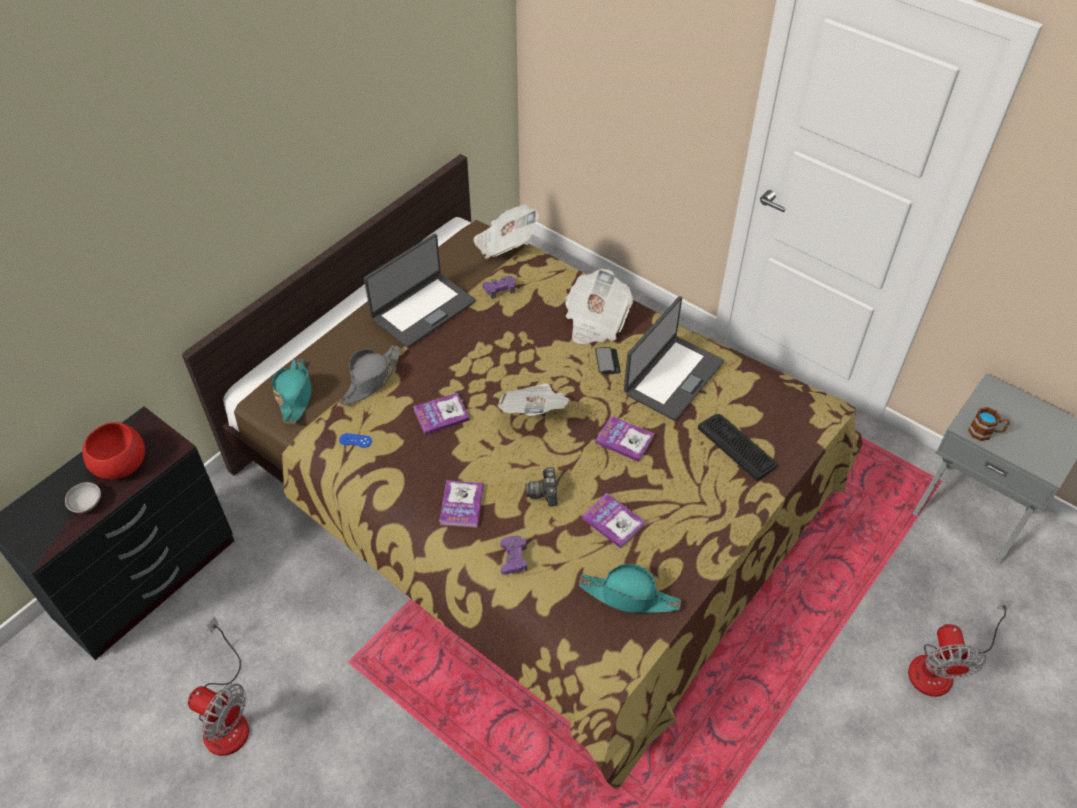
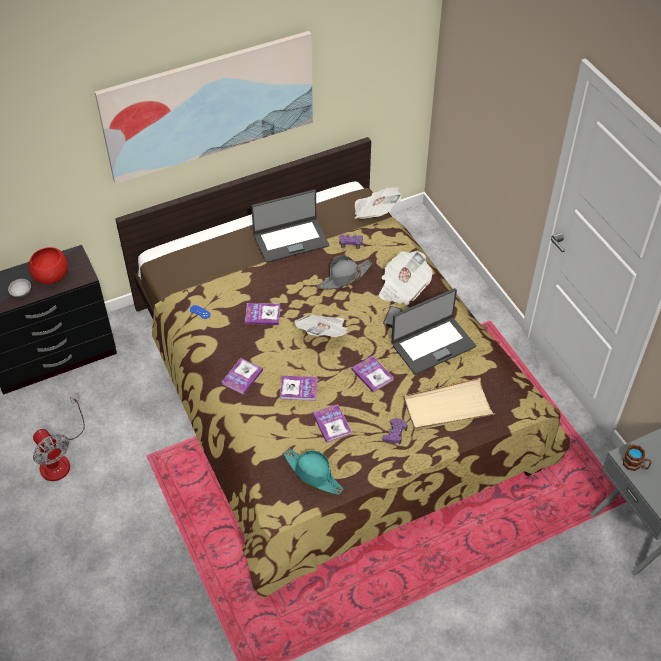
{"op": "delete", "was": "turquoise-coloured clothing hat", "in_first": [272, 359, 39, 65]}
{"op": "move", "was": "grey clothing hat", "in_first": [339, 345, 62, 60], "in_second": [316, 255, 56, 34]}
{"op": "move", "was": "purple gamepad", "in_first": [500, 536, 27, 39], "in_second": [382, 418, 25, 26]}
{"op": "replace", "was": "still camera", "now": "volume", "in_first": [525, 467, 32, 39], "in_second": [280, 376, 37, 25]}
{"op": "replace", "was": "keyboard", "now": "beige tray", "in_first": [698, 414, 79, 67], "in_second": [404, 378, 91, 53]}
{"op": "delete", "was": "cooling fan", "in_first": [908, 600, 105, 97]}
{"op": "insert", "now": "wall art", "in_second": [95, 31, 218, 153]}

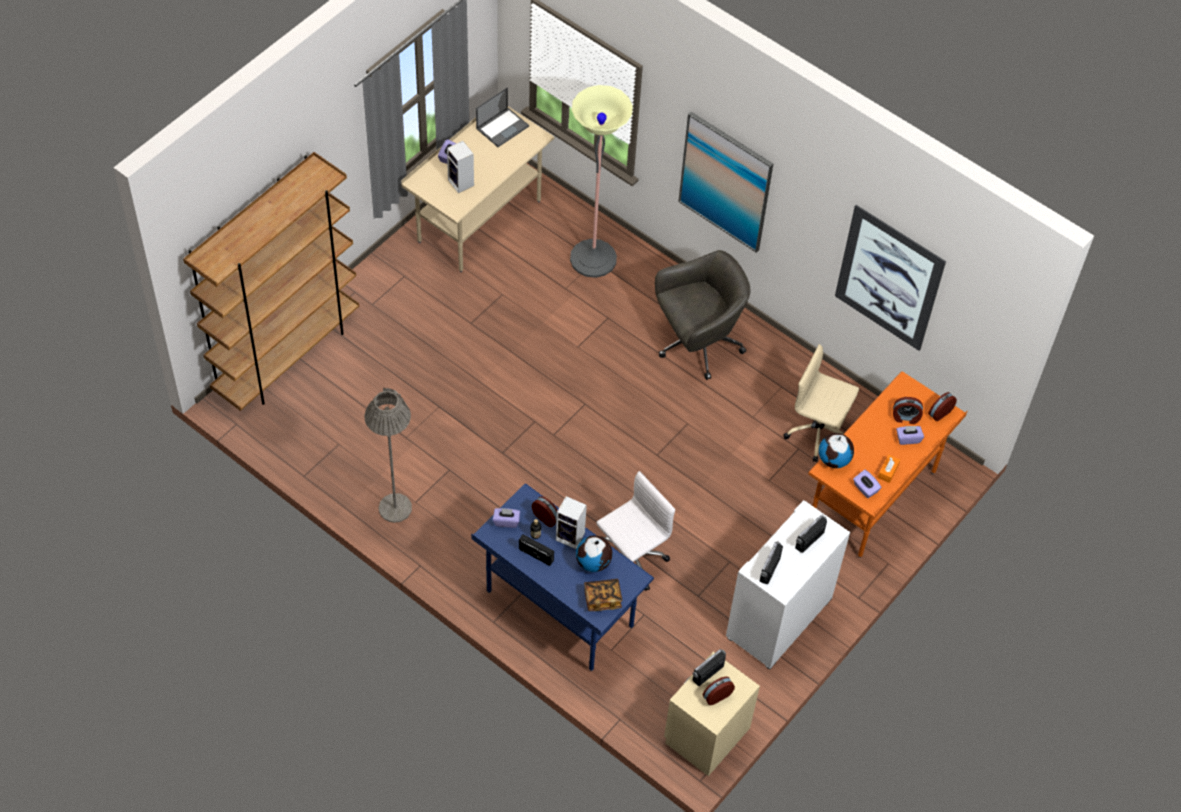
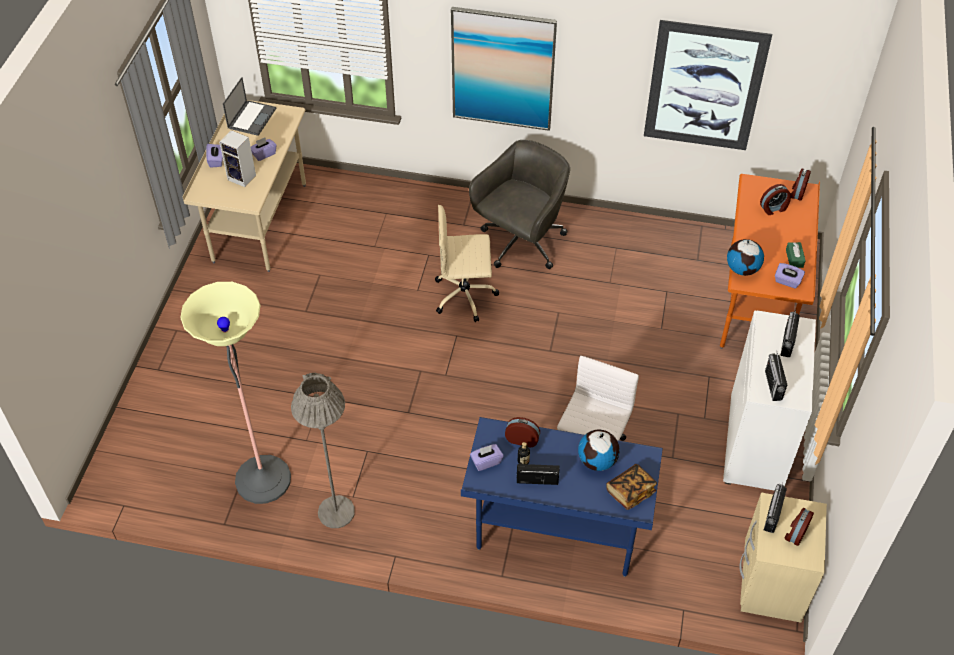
{"op": "delete", "was": "brown bookcase", "in_first": [183, 152, 176, 259]}
{"op": "delete", "was": "speaker", "in_first": [556, 496, 31, 53]}
{"op": "move", "was": "standard lamp", "in_first": [570, 85, 63, 193], "in_second": [180, 282, 111, 222]}
{"op": "move", "was": "beige office chair", "in_first": [783, 344, 76, 118], "in_second": [435, 205, 64, 117]}
{"op": "recolor", "was": "orange tissue holder", "now": "greenish tissue holder", "in_first": [878, 455, 22, 28], "in_second": [786, 242, 20, 26]}
{"op": "move", "was": "purple tissue holder", "in_first": [896, 426, 28, 19], "in_second": [251, 138, 26, 23]}

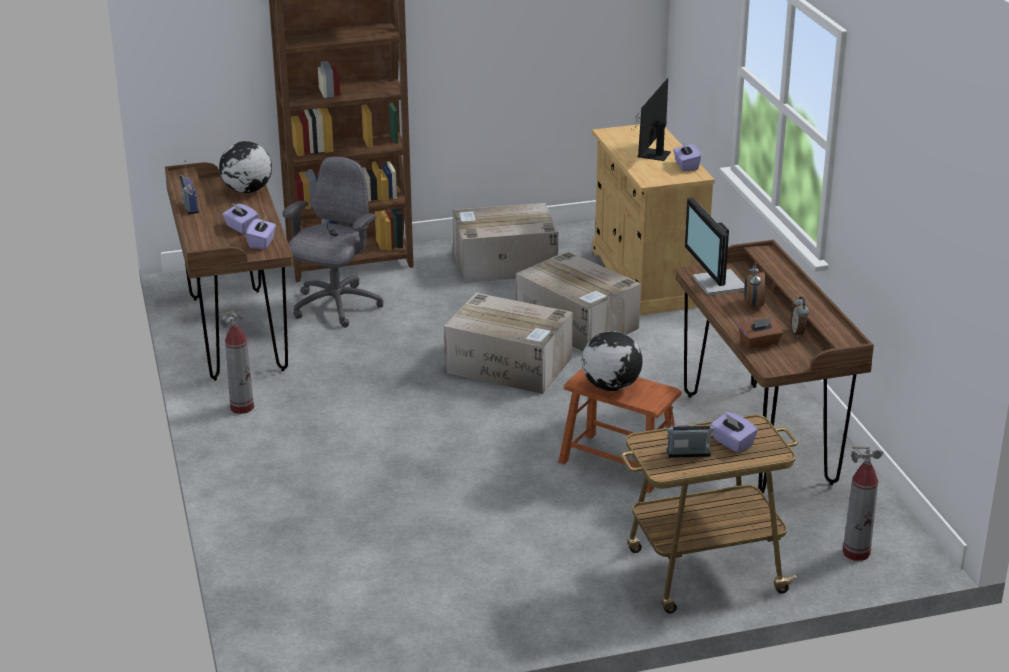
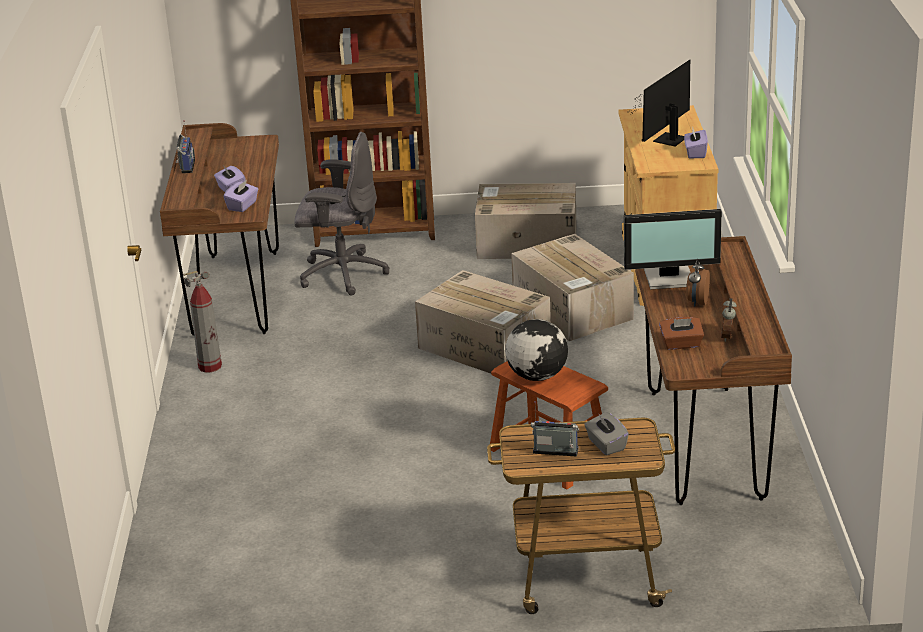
{"op": "delete", "was": "world globe", "in_first": [219, 141, 53, 52]}
{"op": "rotate", "was": "grey office chair", "in_first": [283, 157, 101, 170], "in_second": [294, 132, 96, 163], "clockwise": 60}
{"op": "rotate", "was": "monitor", "in_first": [685, 198, 60, 98], "in_second": [624, 209, 98, 80], "clockwise": -90}
{"op": "recolor", "was": "purple tissue holder", "now": "grey tissue holder", "in_first": [710, 412, 48, 41], "in_second": [584, 412, 45, 43]}
{"op": "delete", "was": "fire-fighting cylinder", "in_first": [843, 446, 41, 115]}

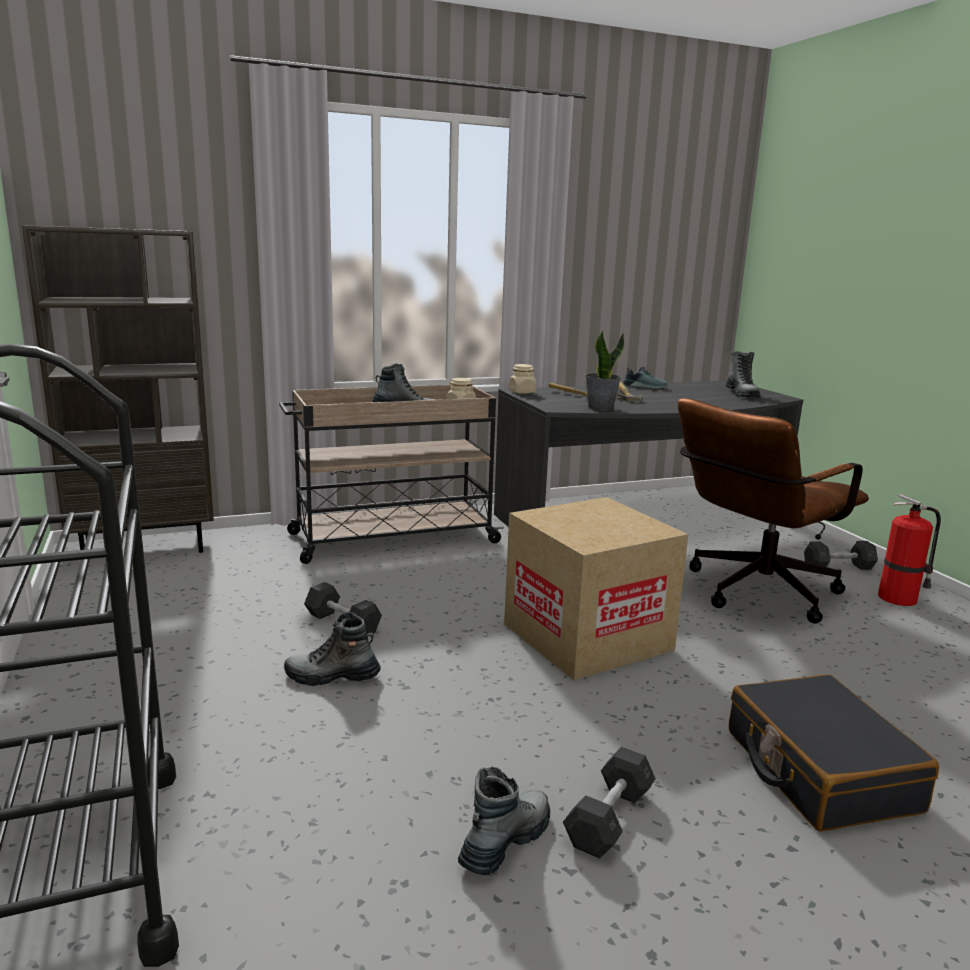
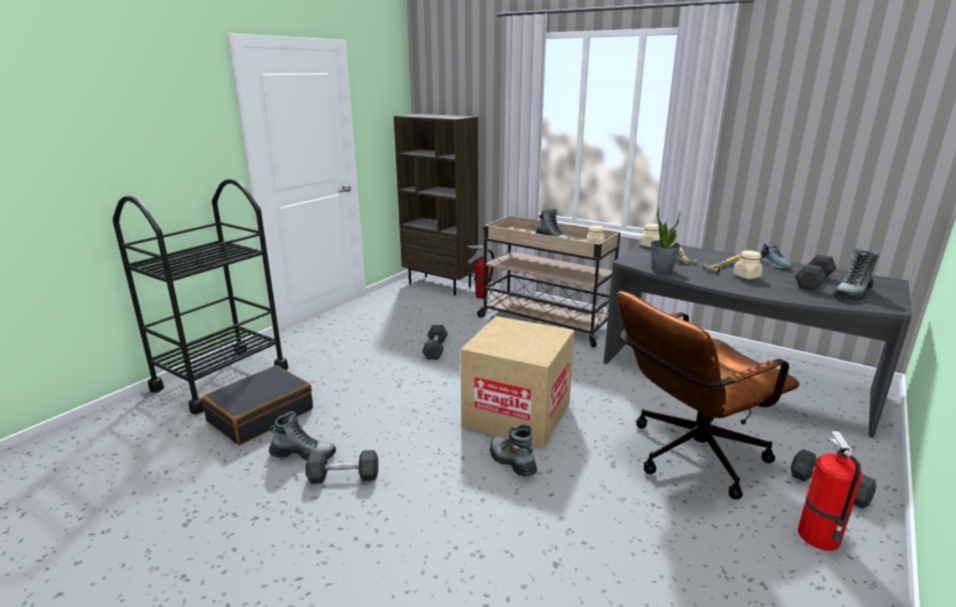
{"op": "move", "was": "boot", "in_first": [284, 612, 97, 74], "in_second": [490, 424, 47, 53]}
{"op": "rotate", "was": "brown office chair", "in_first": [678, 398, 191, 226], "in_second": [617, 291, 182, 209], "clockwise": -45}
{"op": "move", "was": "black travel case", "in_first": [729, 674, 210, 157], "in_second": [202, 365, 111, 80]}
{"op": "insert", "now": "fire-fighting cylinder", "in_second": [467, 245, 27, 54]}
{"op": "insert", "now": "beige preserve jar", "in_second": [733, 250, 29, 29]}
{"op": "insert", "now": "grey dumbbell", "in_second": [795, 254, 41, 37]}

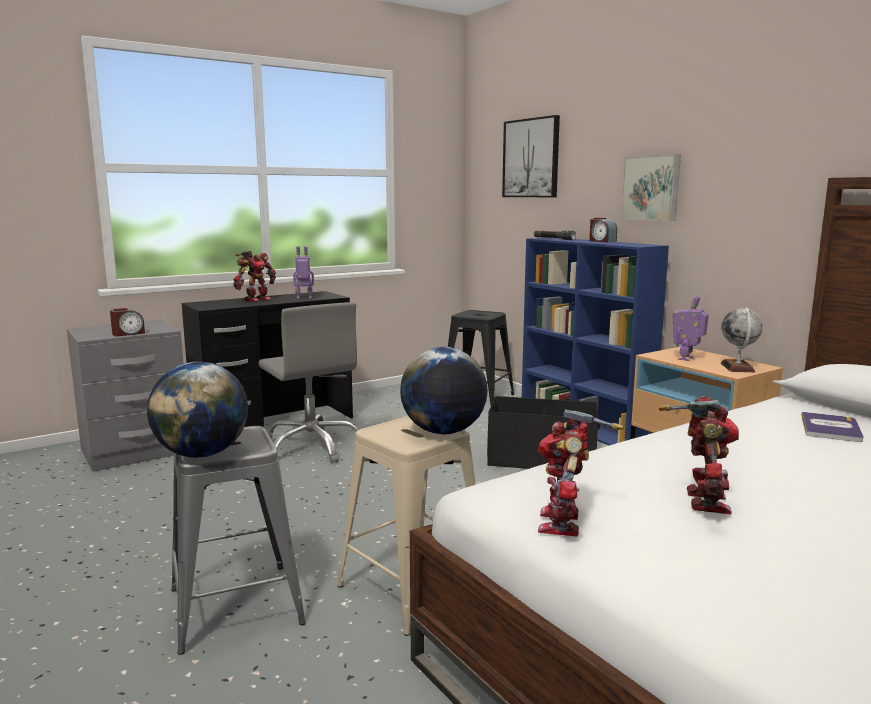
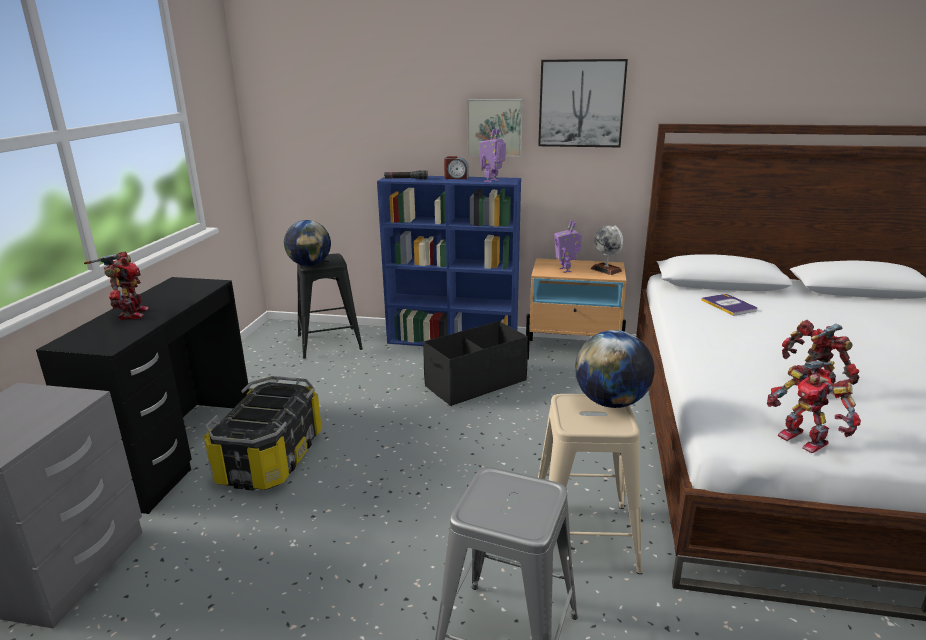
{"op": "delete", "was": "bedside clock", "in_first": [110, 308, 35, 28]}
{"op": "move", "was": "world globe", "in_first": [147, 361, 101, 97], "in_second": [284, 220, 47, 46]}
{"op": "replace", "was": "grey office chair", "now": "storage container", "in_first": [259, 302, 99, 161], "in_second": [204, 376, 118, 115]}
{"op": "move", "was": "robot figure", "in_first": [293, 246, 21, 53], "in_second": [479, 128, 27, 54]}
{"op": "move", "was": "wall art", "in_first": [502, 115, 58, 82], "in_second": [538, 59, 90, 88]}

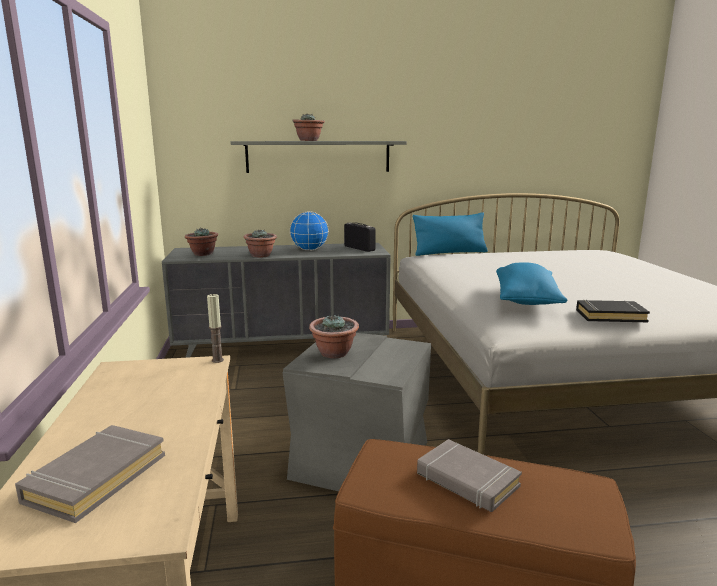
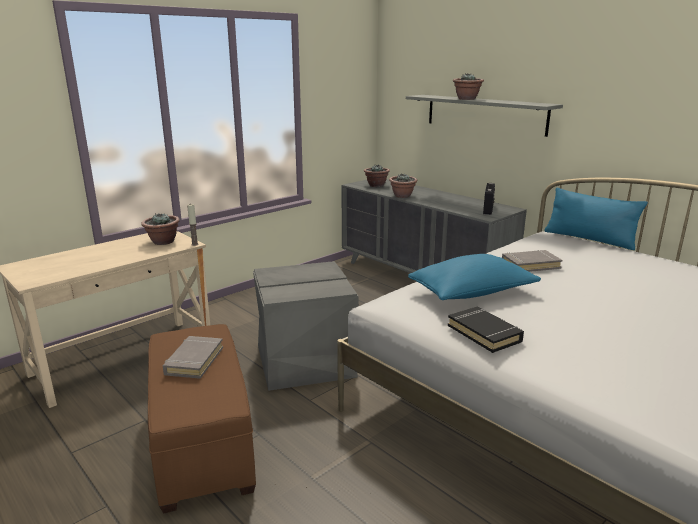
{"op": "move", "was": "grey volume", "in_first": [15, 425, 150, 98], "in_second": [502, 250, 60, 22]}
{"op": "delete", "was": "world globe", "in_first": [290, 212, 39, 39]}
{"op": "move", "was": "houseplant", "in_first": [309, 315, 50, 43], "in_second": [141, 213, 39, 32]}

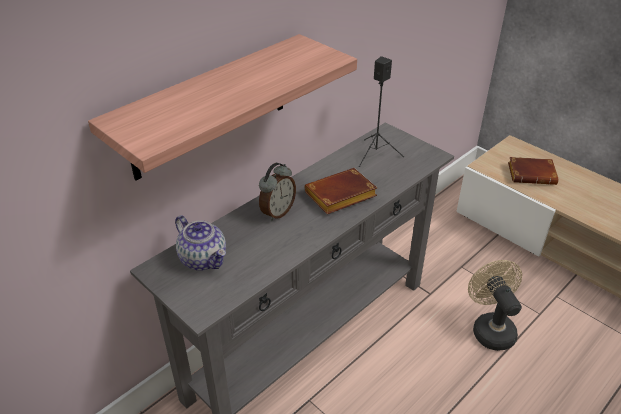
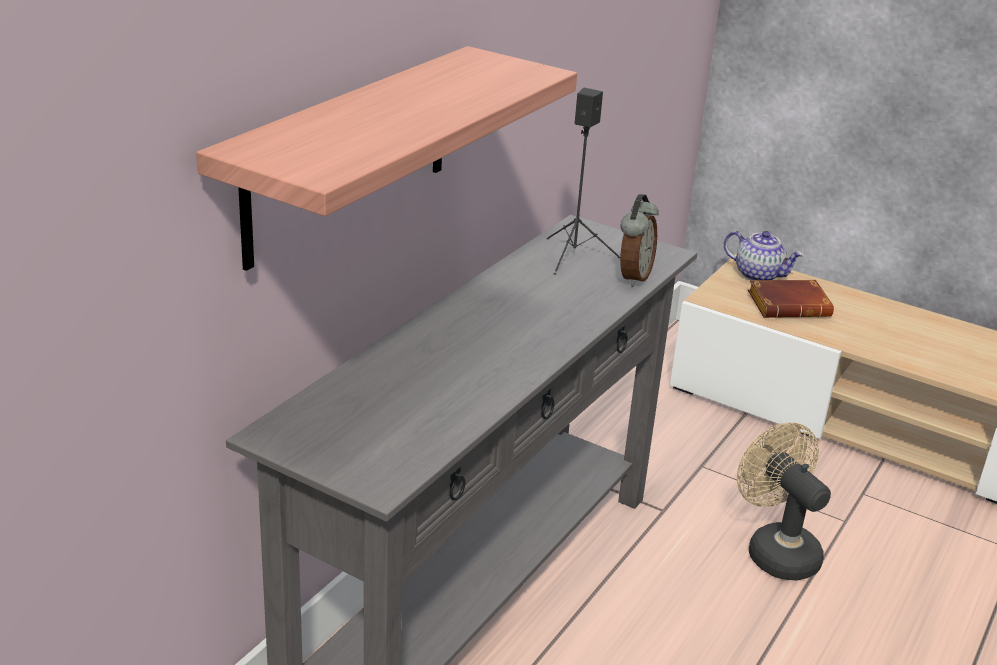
{"op": "move", "was": "tea pot", "in_first": [175, 215, 51, 56], "in_second": [724, 231, 80, 49]}
{"op": "move", "was": "bedside clock", "in_first": [259, 163, 37, 58], "in_second": [620, 194, 39, 93]}
{"op": "delete", "was": "brown volume", "in_first": [305, 168, 72, 46]}

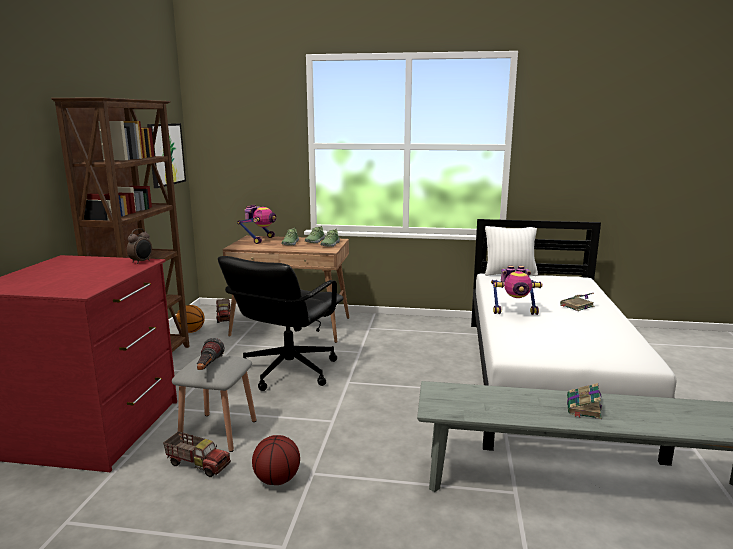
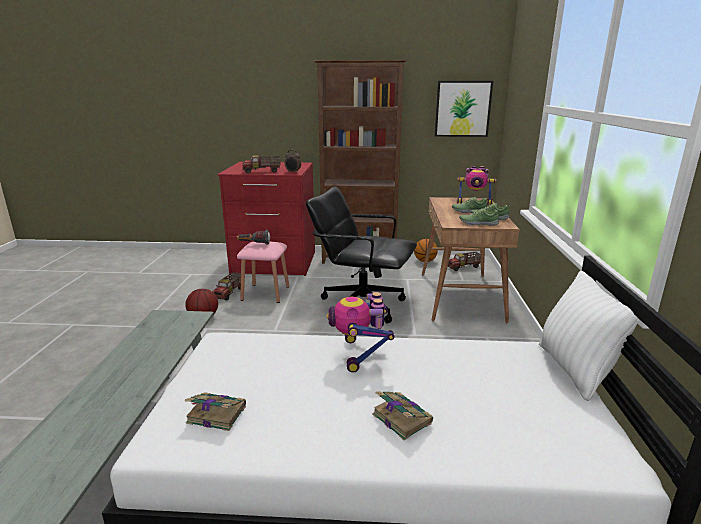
{"op": "recolor", "was": "grey stool", "now": "pink stool", "in_first": [172, 355, 84, 97], "in_second": [237, 241, 52, 62]}
{"op": "move", "was": "volume", "in_first": [567, 383, 35, 36], "in_second": [185, 392, 61, 39]}
{"op": "insert", "now": "toy lorry", "in_second": [242, 155, 39, 19]}

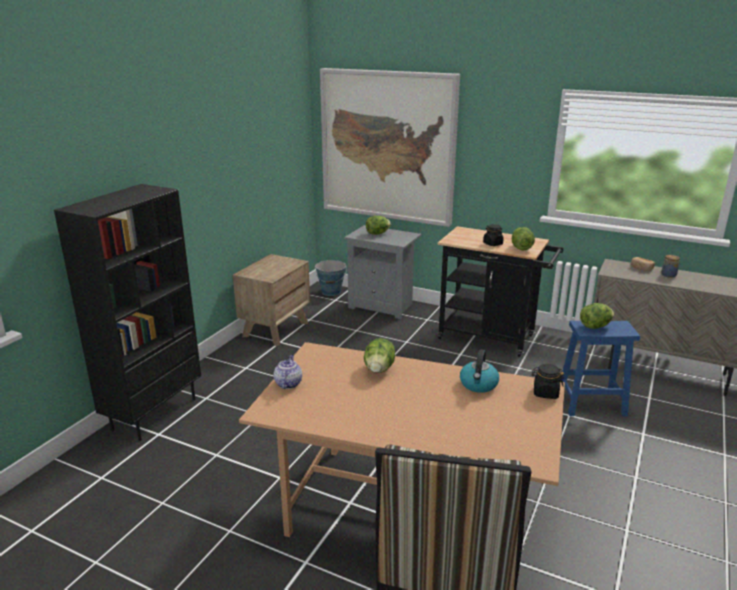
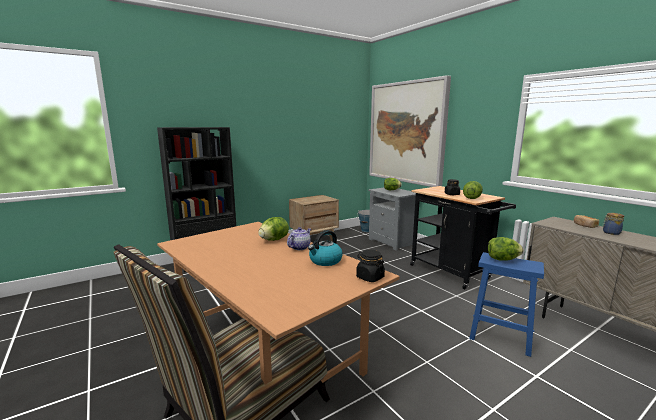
{"op": "move", "was": "tea pot", "in_first": [274, 355, 28, 34], "in_second": [287, 227, 24, 23]}

